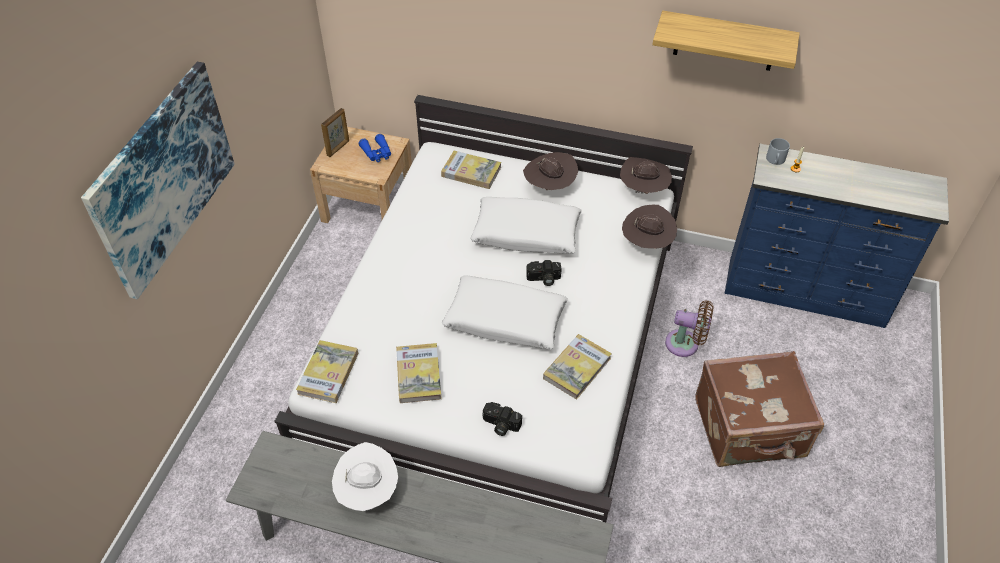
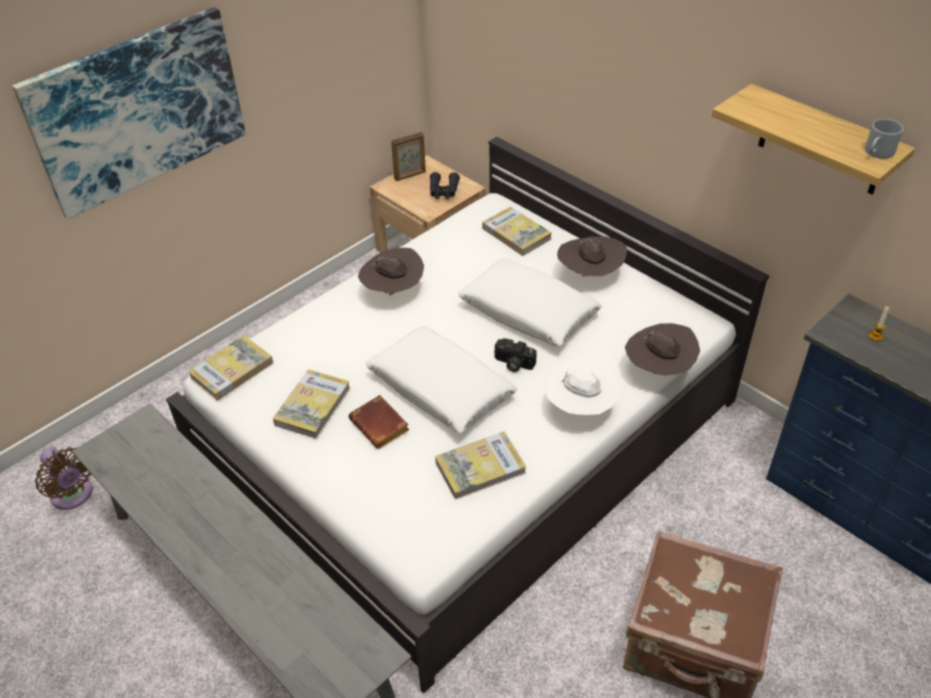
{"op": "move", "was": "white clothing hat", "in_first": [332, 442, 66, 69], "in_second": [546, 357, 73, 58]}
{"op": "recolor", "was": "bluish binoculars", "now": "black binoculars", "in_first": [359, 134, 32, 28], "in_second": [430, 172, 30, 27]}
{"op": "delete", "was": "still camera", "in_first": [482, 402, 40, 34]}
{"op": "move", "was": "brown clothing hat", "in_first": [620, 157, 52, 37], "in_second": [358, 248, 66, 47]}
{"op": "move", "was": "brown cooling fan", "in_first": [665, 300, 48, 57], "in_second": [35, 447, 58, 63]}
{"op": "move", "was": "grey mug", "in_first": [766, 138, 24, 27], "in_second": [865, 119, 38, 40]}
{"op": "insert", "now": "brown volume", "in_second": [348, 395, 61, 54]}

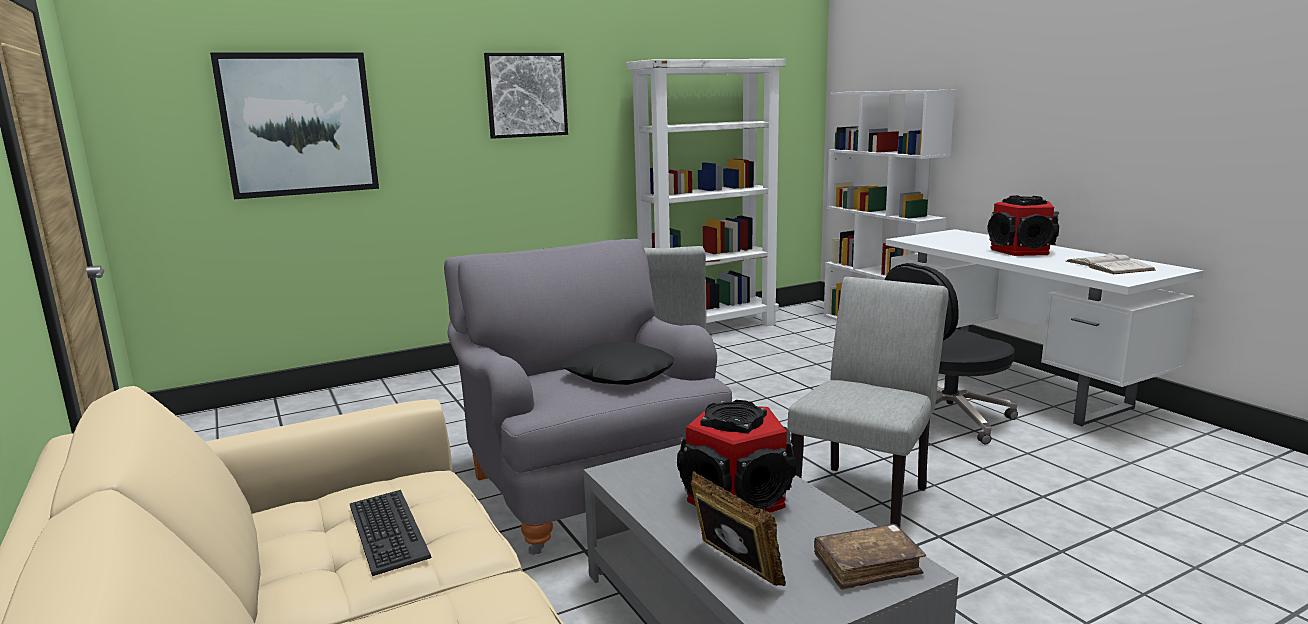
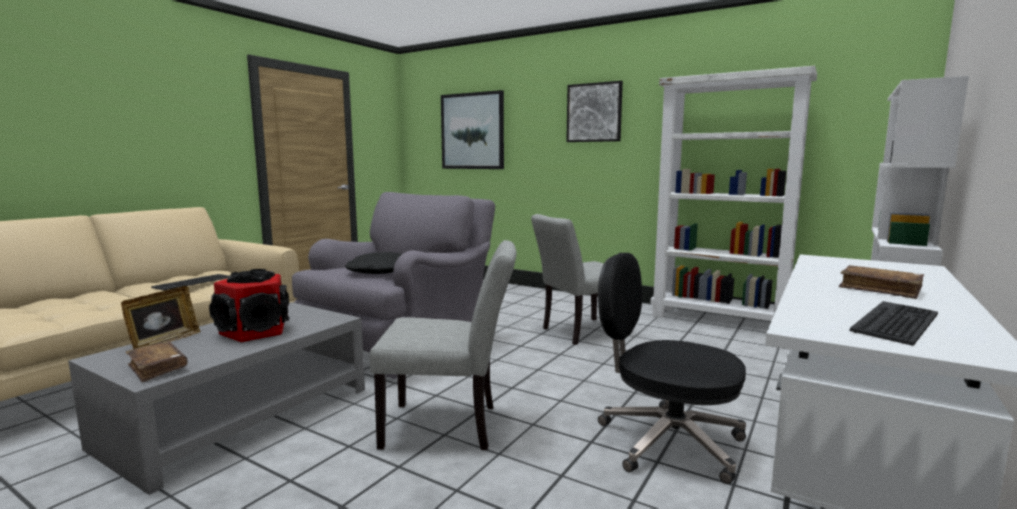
{"op": "replace", "was": "speaker", "now": "brown volume", "in_first": [987, 195, 72, 61], "in_second": [839, 265, 86, 34]}
{"op": "replace", "was": "white volume", "now": "keyboard", "in_first": [1066, 252, 89, 22], "in_second": [849, 301, 89, 45]}

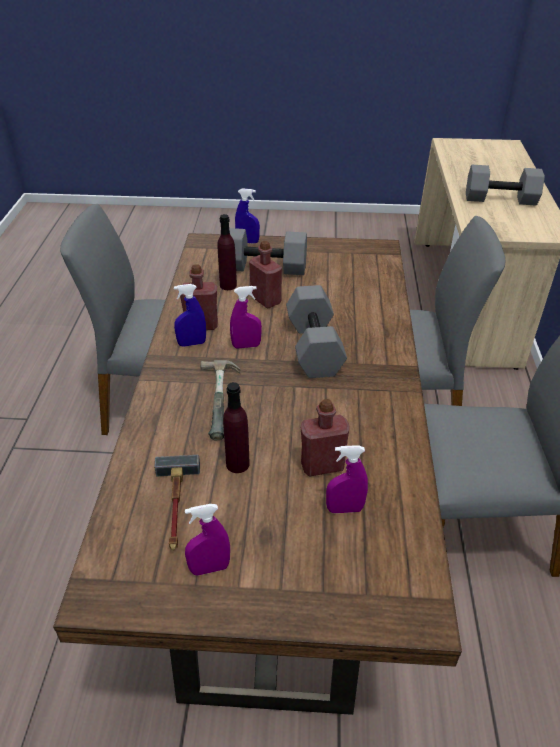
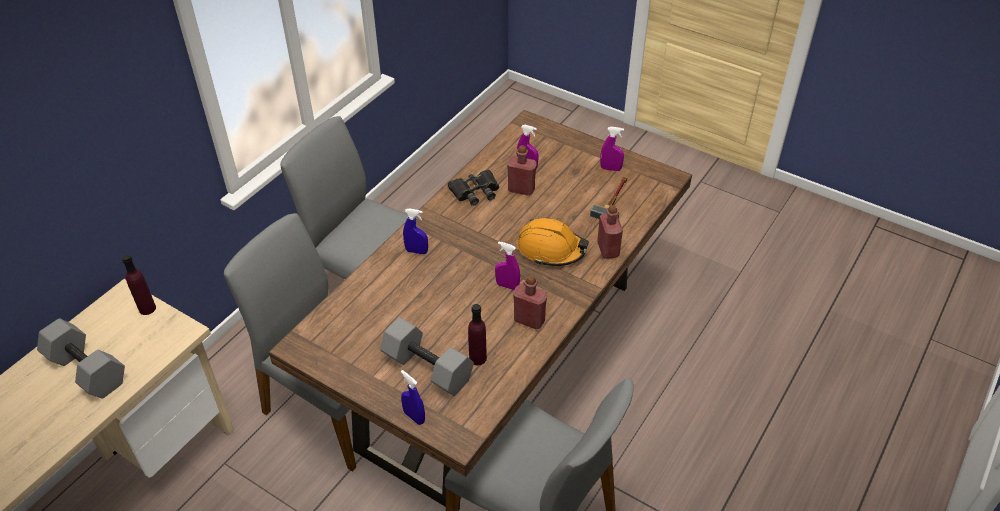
{"op": "move", "was": "bluish sprayer", "in_first": [174, 284, 32, 63], "in_second": [403, 209, 25, 45]}
{"op": "replace", "was": "hand hammer", "now": "orange hard hat", "in_first": [200, 360, 40, 80], "in_second": [517, 217, 72, 49]}
{"op": "move", "was": "purple beverage bottle", "in_first": [223, 382, 27, 91], "in_second": [122, 254, 34, 61]}
{"op": "move", "was": "red beverage bottle", "in_first": [249, 241, 33, 67], "in_second": [597, 205, 26, 54]}
{"op": "delete", "was": "grey dumbbell", "in_first": [286, 285, 61, 93]}
{"op": "insert", "now": "black binoculars", "in_second": [448, 170, 51, 36]}

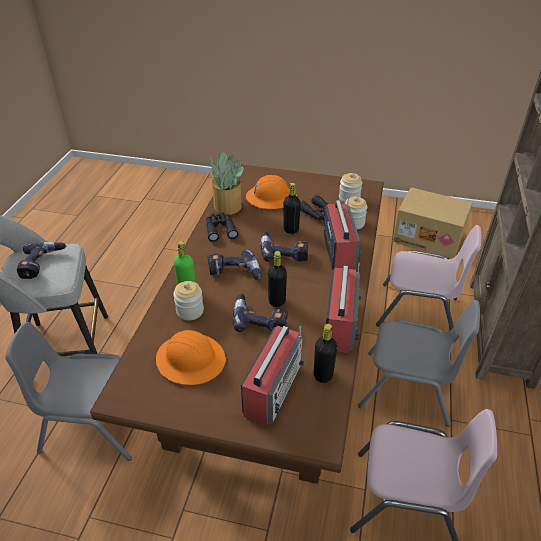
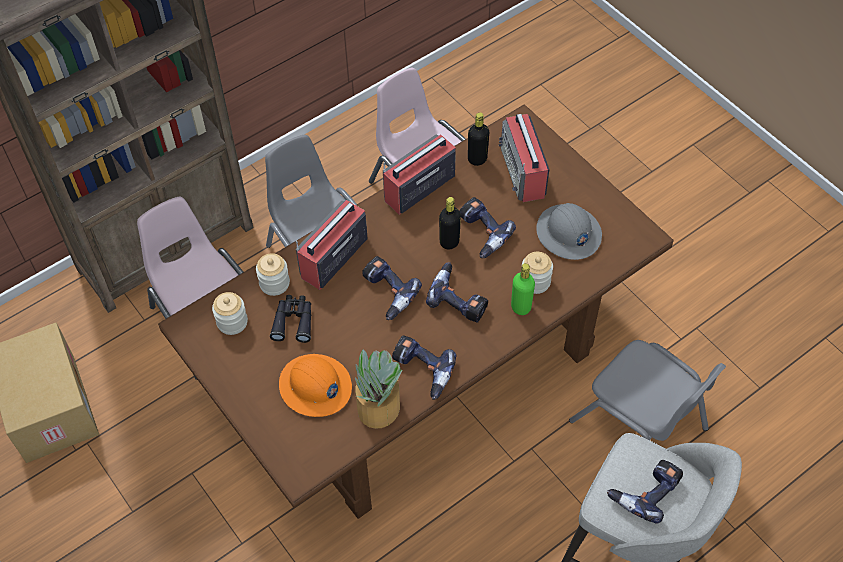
{"op": "recolor", "was": "orange hard hat", "now": "grey hard hat", "in_first": [156, 330, 70, 55], "in_second": [536, 203, 66, 57]}
{"op": "replace", "was": "black binoculars", "now": "electric drill", "in_first": [206, 212, 32, 30], "in_second": [392, 335, 64, 65]}
{"op": "rotate", "was": "radio", "in_first": [241, 326, 64, 99], "in_second": [499, 114, 50, 88], "clockwise": -75}
{"op": "delete", "was": "black beverage bottle", "in_first": [284, 183, 17, 51]}

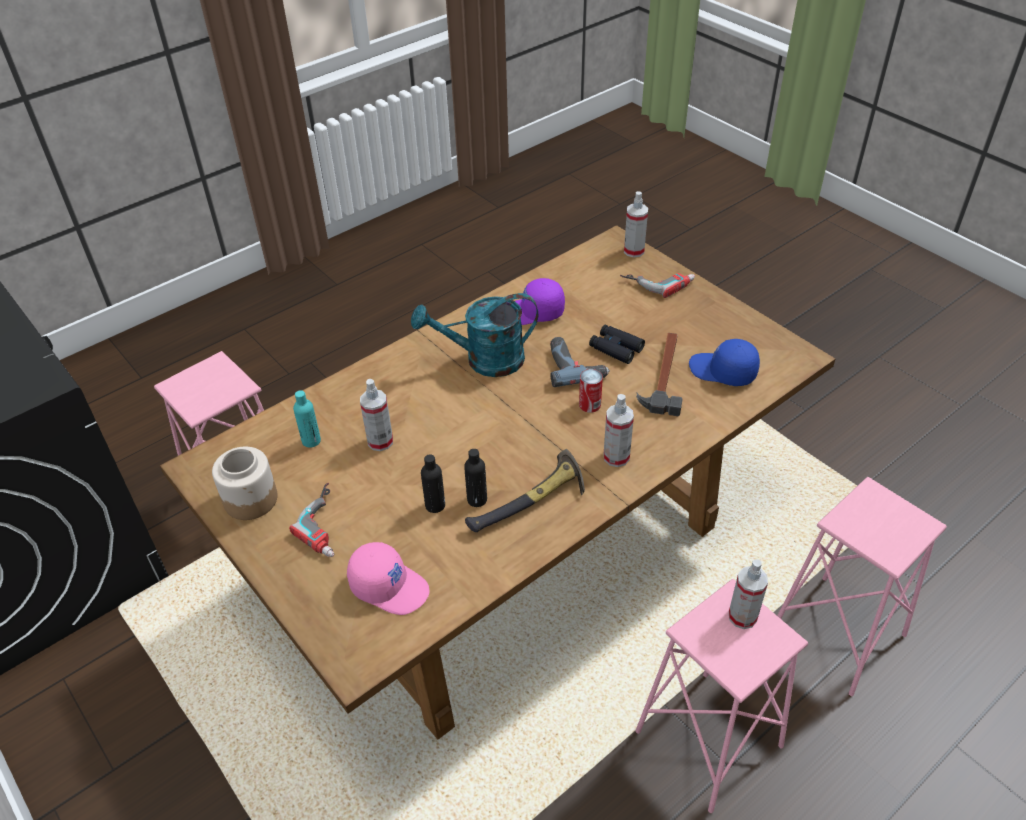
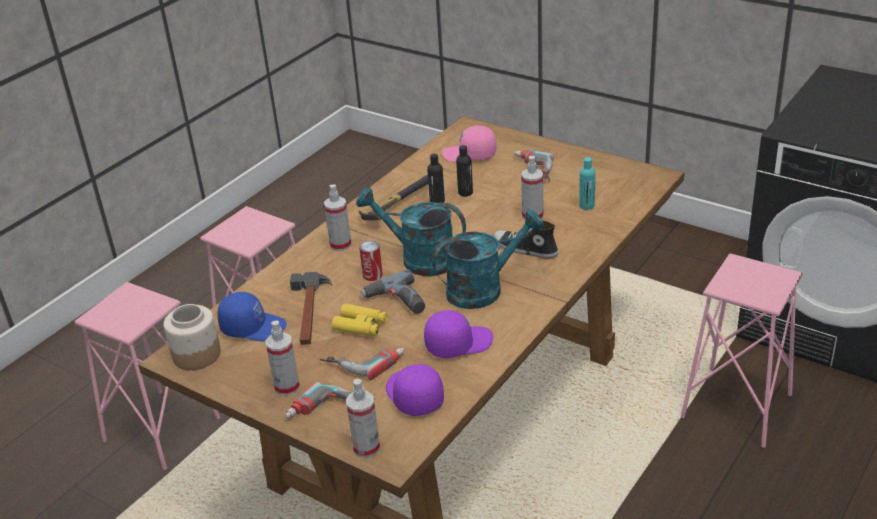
{"op": "move", "was": "preserve jar", "in_first": [212, 447, 66, 73], "in_second": [164, 304, 57, 66]}
{"op": "recolor", "was": "black binoculars", "now": "yellowish binoculars", "in_first": [589, 324, 56, 40], "in_second": [332, 303, 55, 33]}
{"op": "move", "was": "sprayer", "in_first": [729, 559, 39, 70], "in_second": [266, 321, 34, 75]}
{"op": "insert", "now": "electric drill", "in_second": [320, 348, 85, 32]}
{"op": "insert", "now": "turquoise-coloured sprinkling can", "in_second": [356, 187, 110, 89]}
{"op": "insert", "now": "purple baseball cap", "in_second": [386, 364, 58, 52]}
{"op": "insert", "now": "shoe", "in_second": [493, 221, 65, 37]}

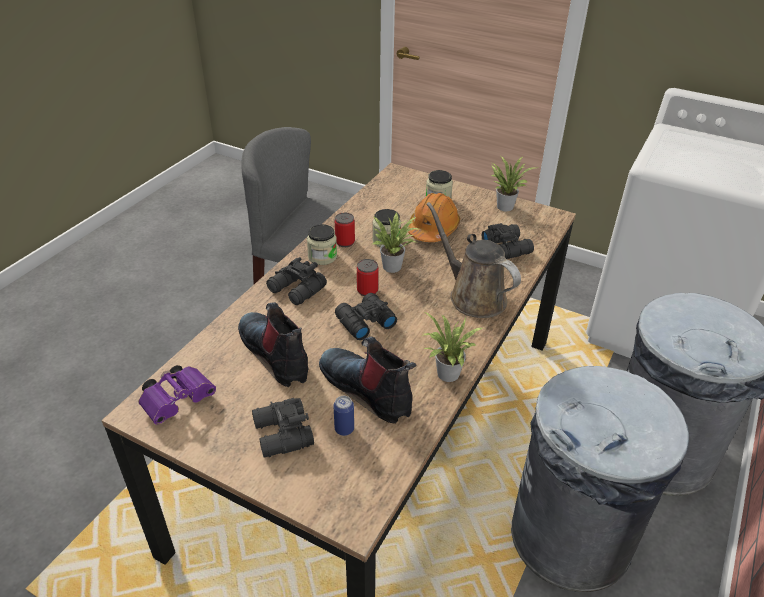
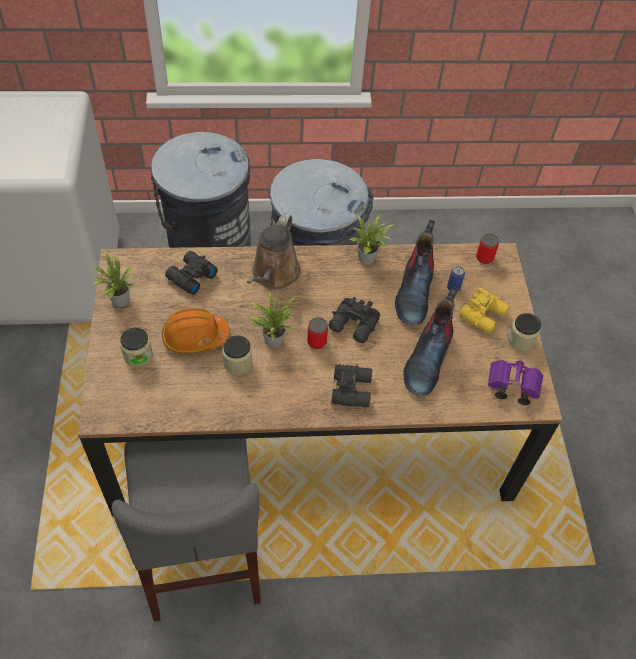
{"op": "recolor", "was": "black binoculars", "now": "yellowish binoculars", "in_first": [252, 398, 62, 60], "in_second": [459, 287, 51, 47]}
{"op": "move", "was": "preserve jar", "in_first": [307, 224, 30, 41], "in_second": [507, 313, 34, 38]}
{"op": "move", "was": "metal can", "in_first": [335, 213, 20, 34], "in_second": [476, 234, 23, 30]}

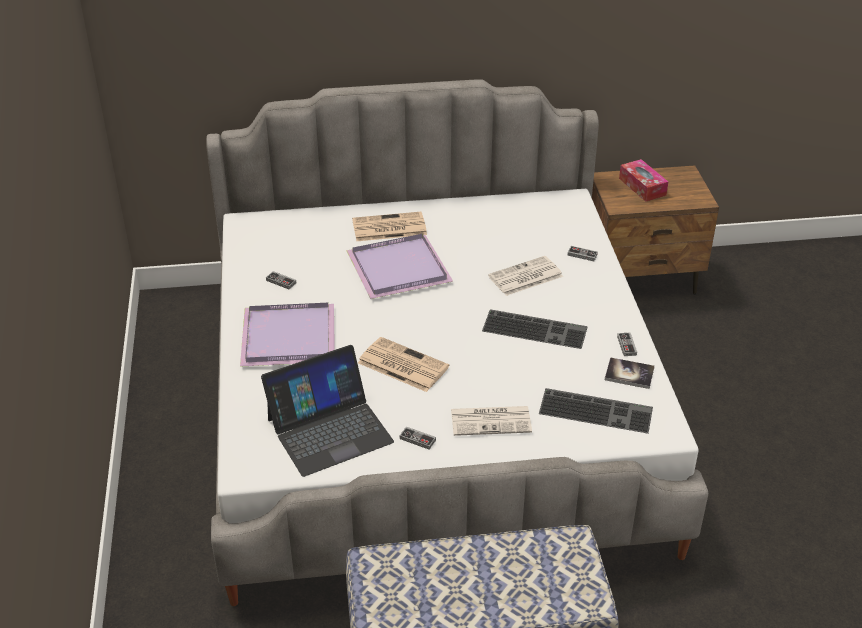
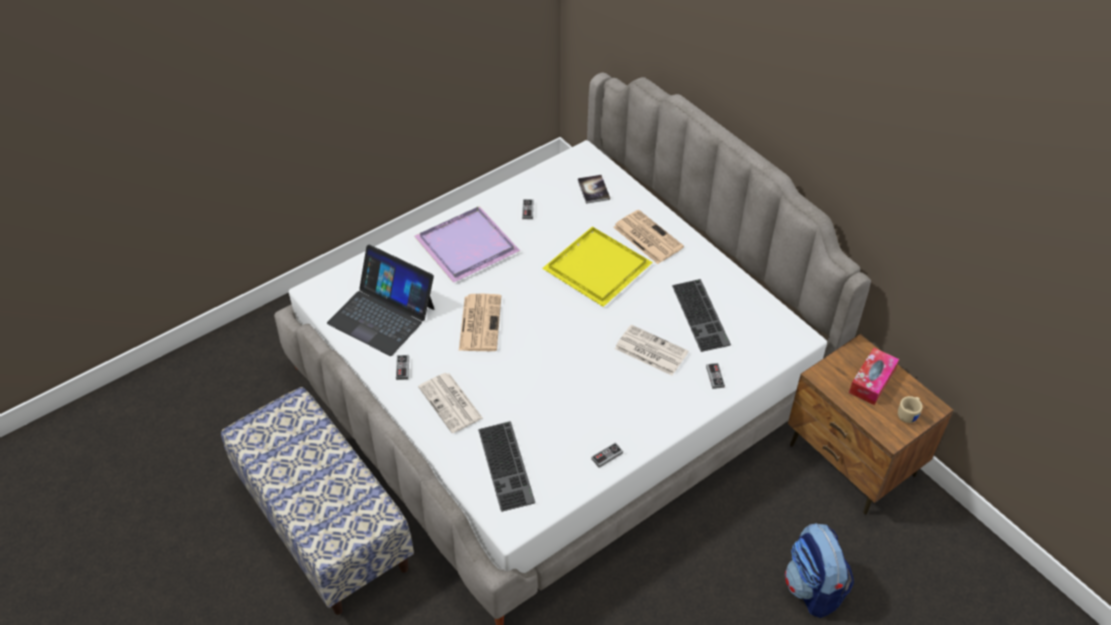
{"op": "recolor", "was": "purple tray", "now": "yellowish tray", "in_first": [346, 234, 107, 65], "in_second": [542, 226, 111, 81]}
{"op": "move", "was": "keyboard", "in_first": [482, 309, 106, 40], "in_second": [672, 279, 59, 73]}
{"op": "move", "was": "volume", "in_first": [605, 357, 50, 32], "in_second": [578, 175, 32, 29]}
{"op": "insert", "now": "backpack", "in_second": [785, 523, 69, 95]}
{"op": "insert", "now": "beige mug", "in_second": [898, 396, 24, 27]}

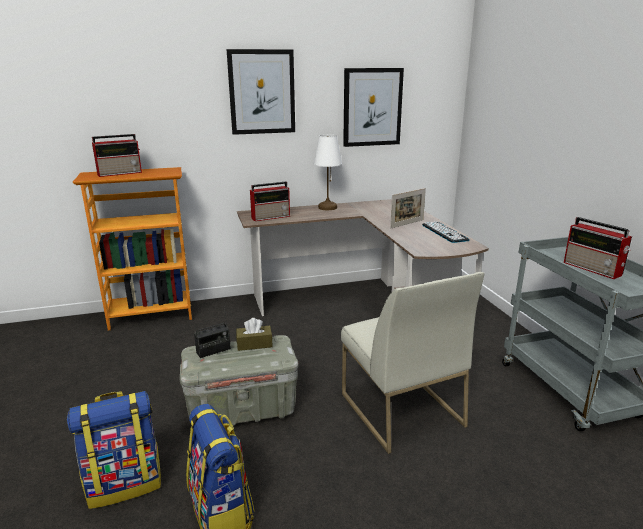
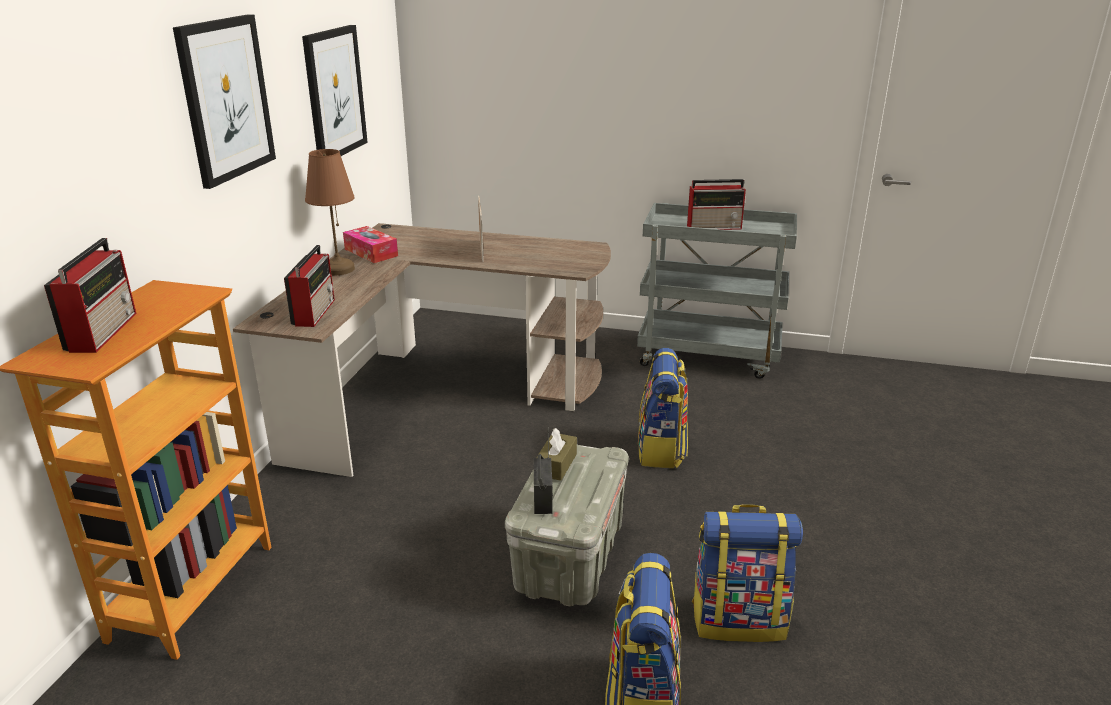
{"op": "recolor", "was": "white lamp for a table", "now": "brown lamp for a table", "in_first": [313, 134, 29, 76], "in_second": [305, 149, 50, 126]}
{"op": "replace", "was": "white upright chair", "now": "backpack", "in_first": [341, 272, 143, 182], "in_second": [638, 348, 50, 120]}
{"op": "delete", "was": "keyboard", "in_first": [422, 221, 48, 22]}
{"op": "insert", "now": "tissue holder", "in_second": [343, 226, 55, 37]}

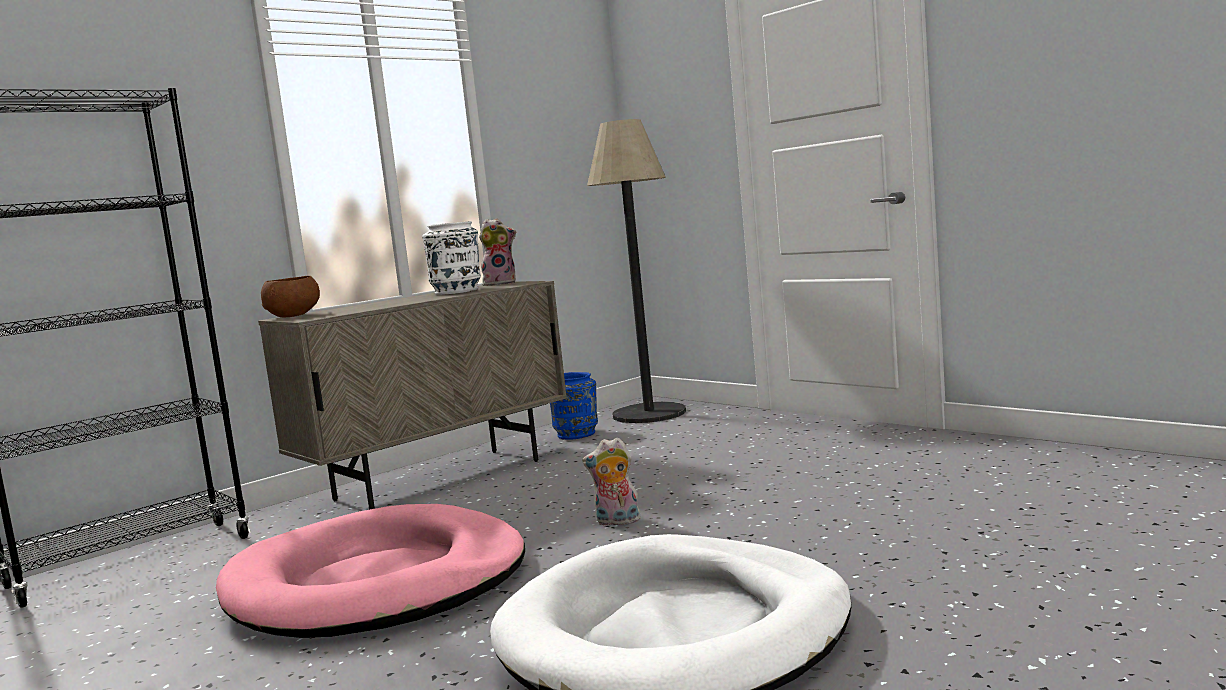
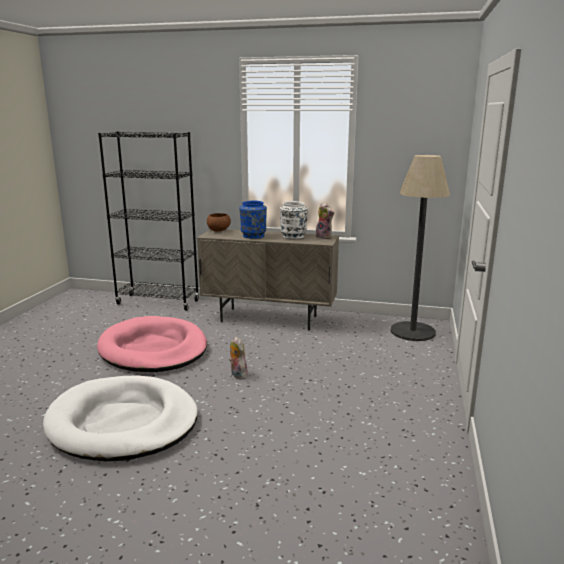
{"op": "move", "was": "bluish decorative vase", "in_first": [550, 372, 48, 67], "in_second": [239, 200, 28, 39]}

